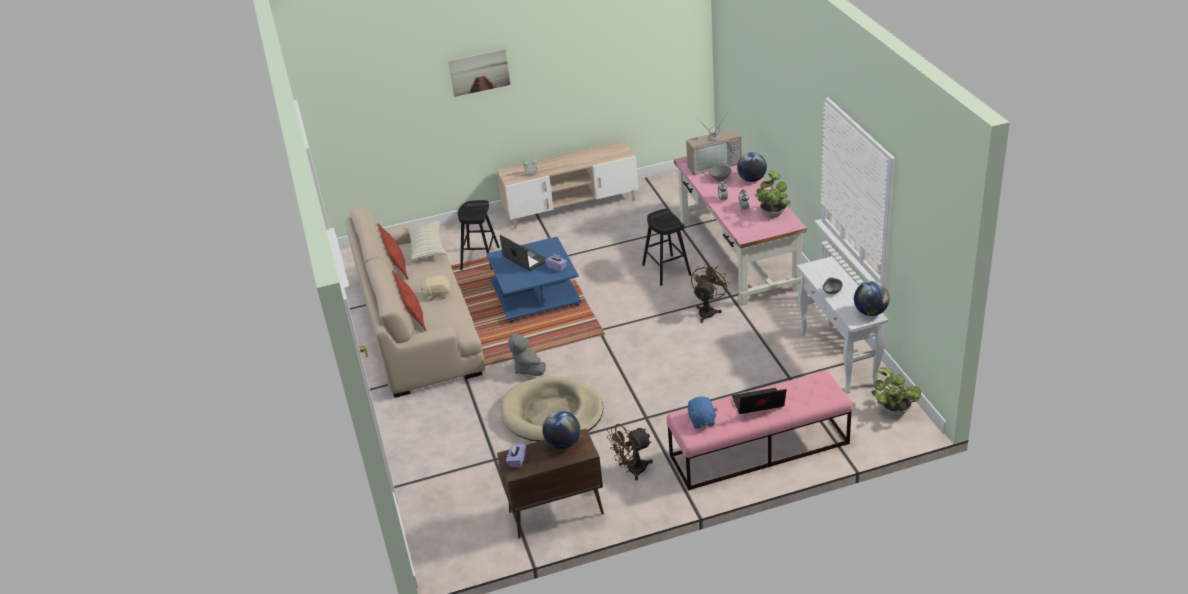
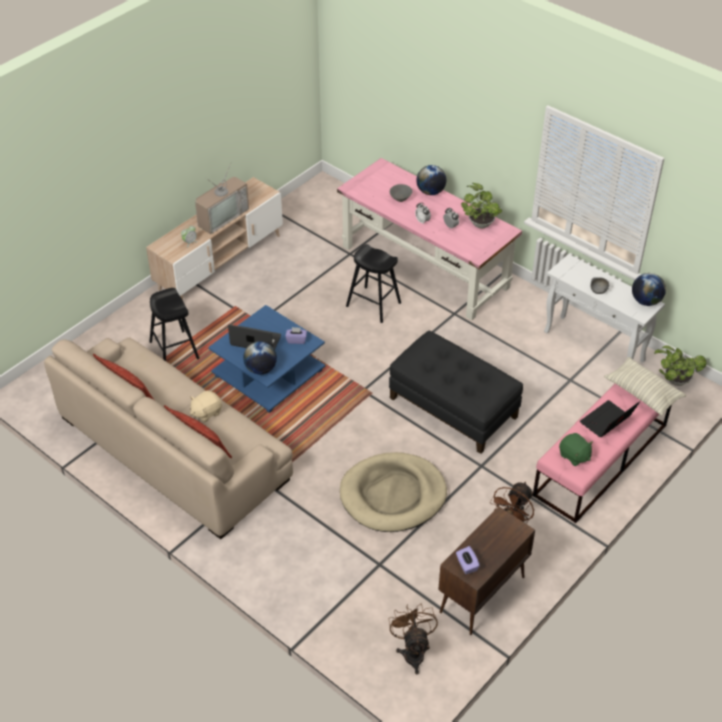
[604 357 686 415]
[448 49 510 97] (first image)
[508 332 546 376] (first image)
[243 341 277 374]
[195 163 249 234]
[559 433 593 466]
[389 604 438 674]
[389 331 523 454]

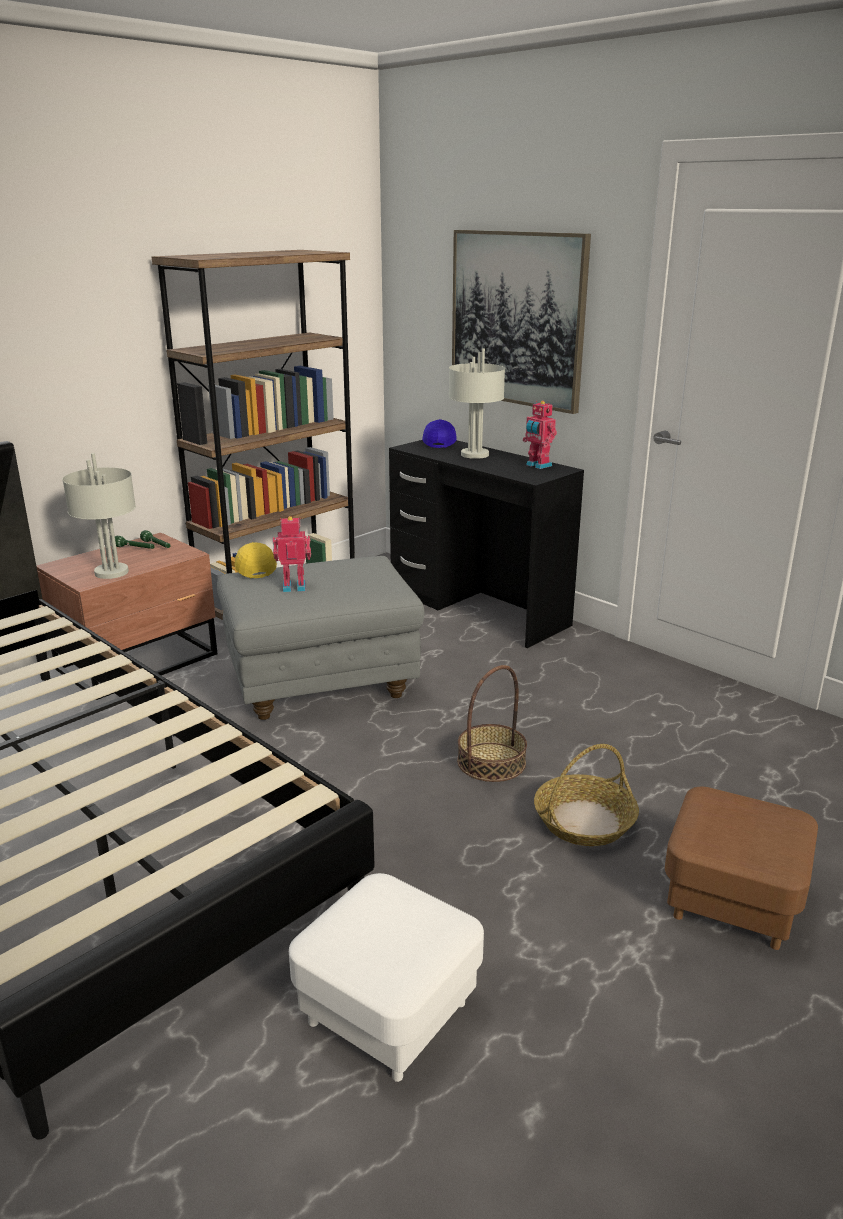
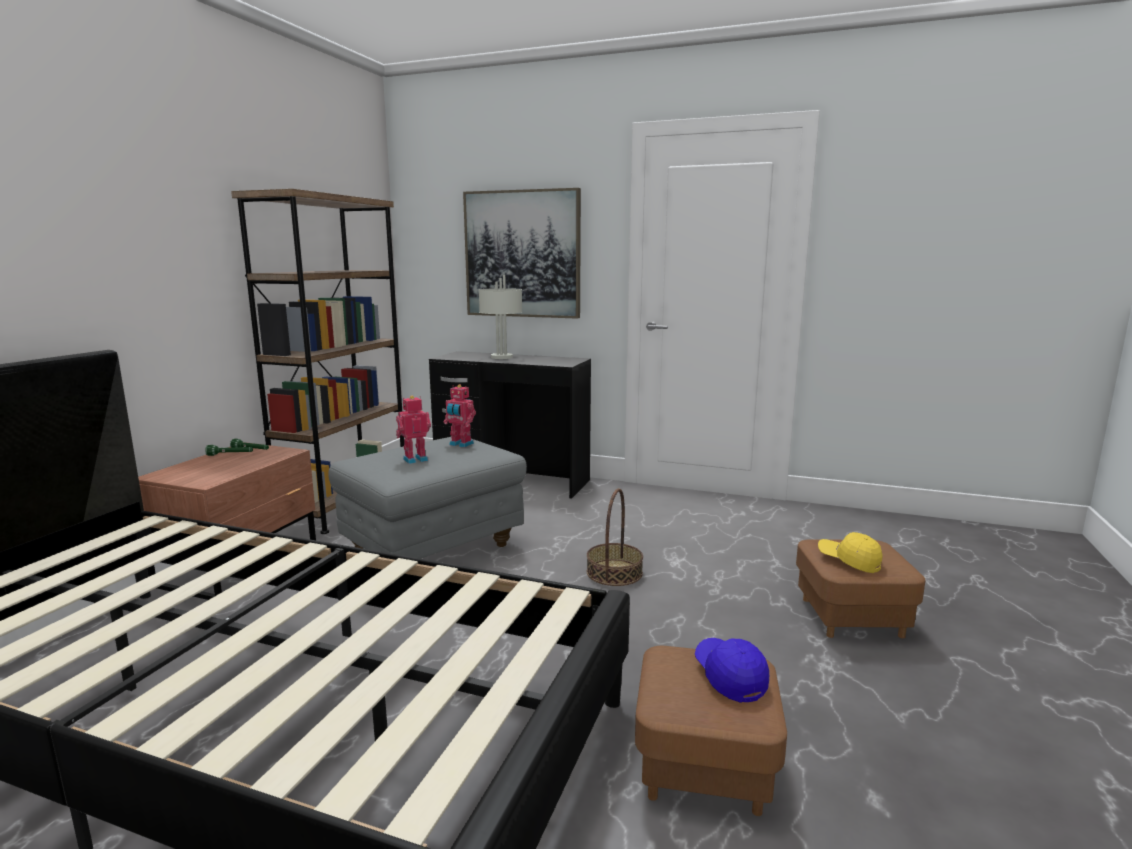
[62 453 136 579] (first image)
[818 532 883 573]
[635 646 787 816]
[695 638 769 703]
[444 385 476 448]
[534 744 639 846] (first image)

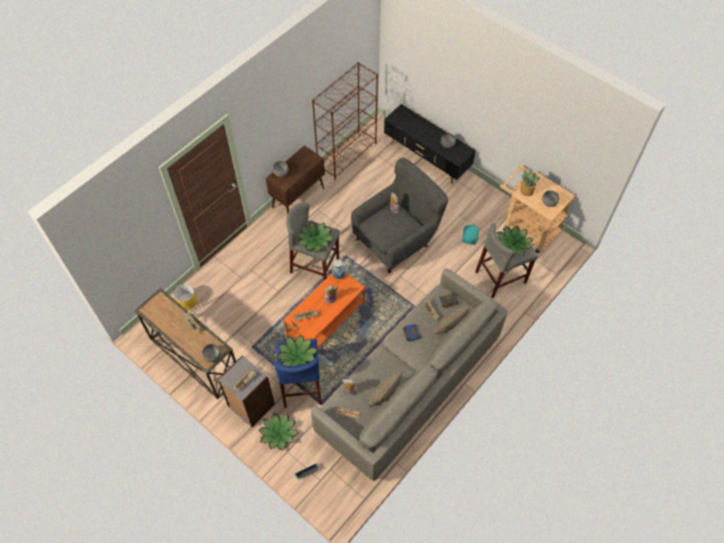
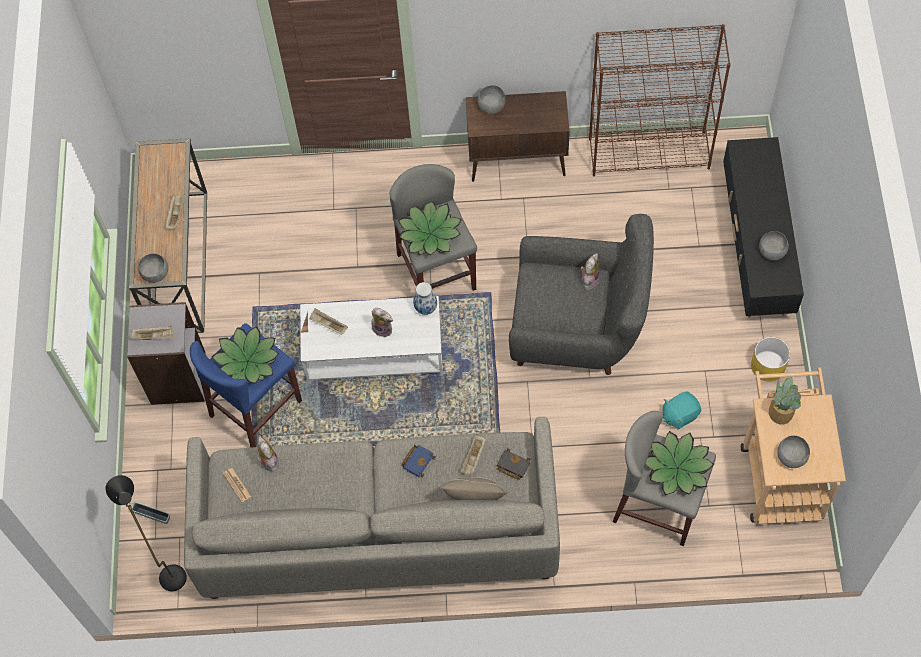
[751 337 790 381]
[259 413 299 451] (first image)
[300 296 443 384]
[369 372 402 407] (first image)
[106 475 187 591]

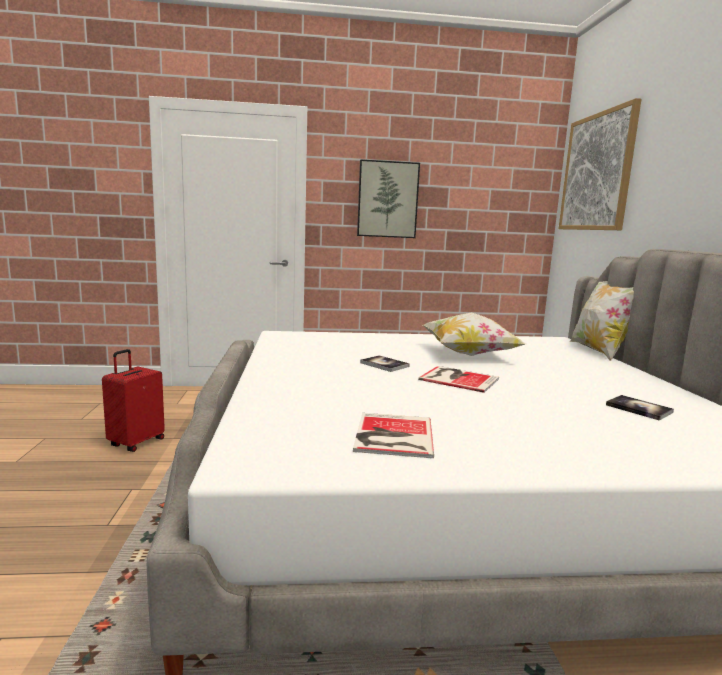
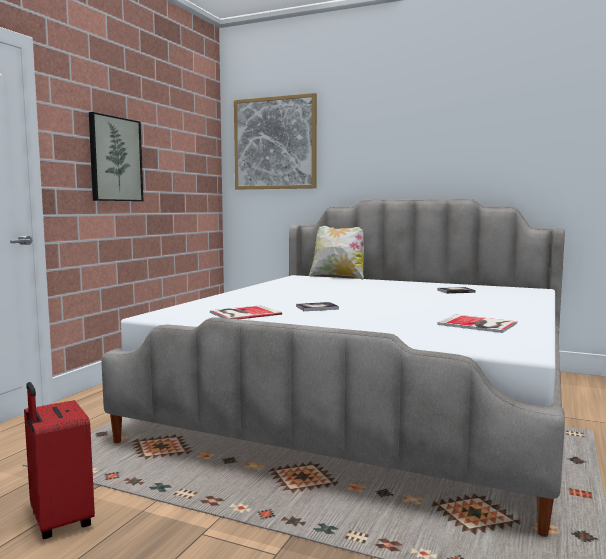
[210 305 282 319]
[423 312 526 356] (first image)

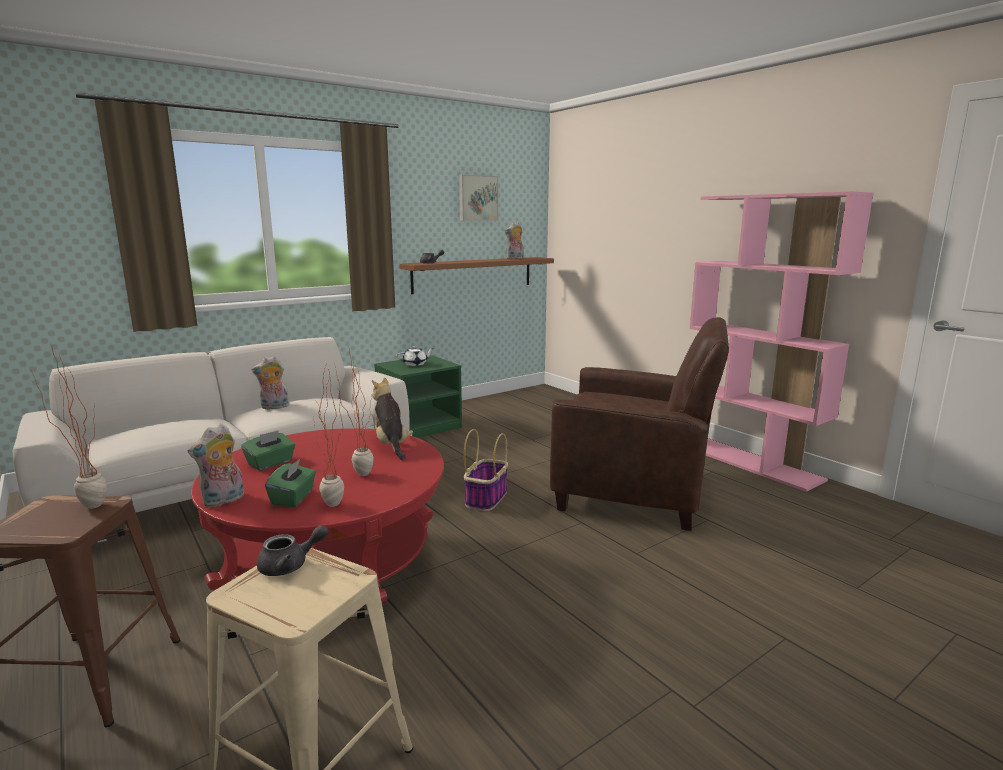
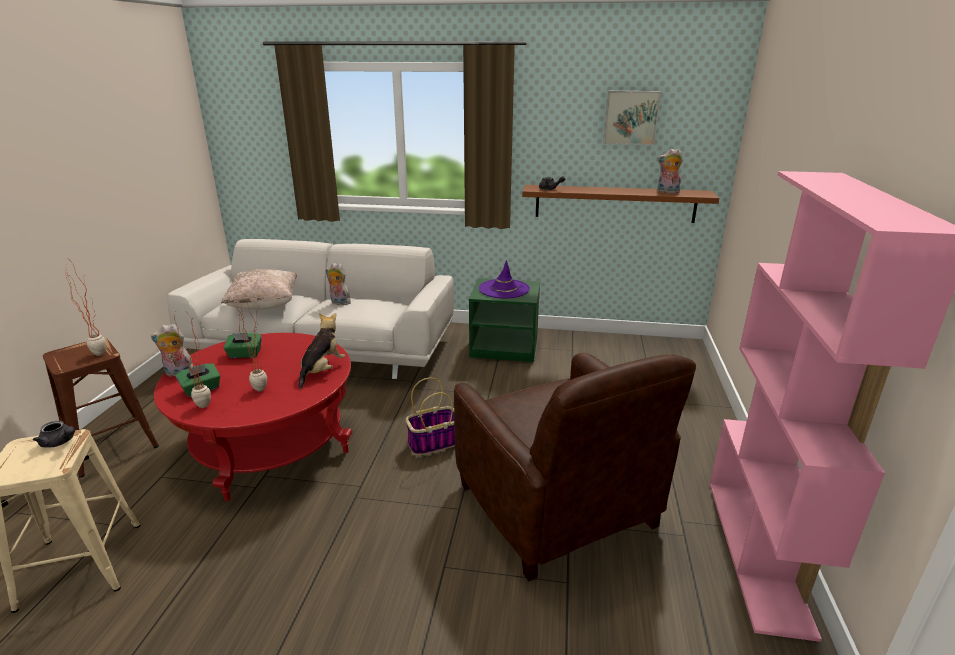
[479 260 530 298]
[221 269 297 309]

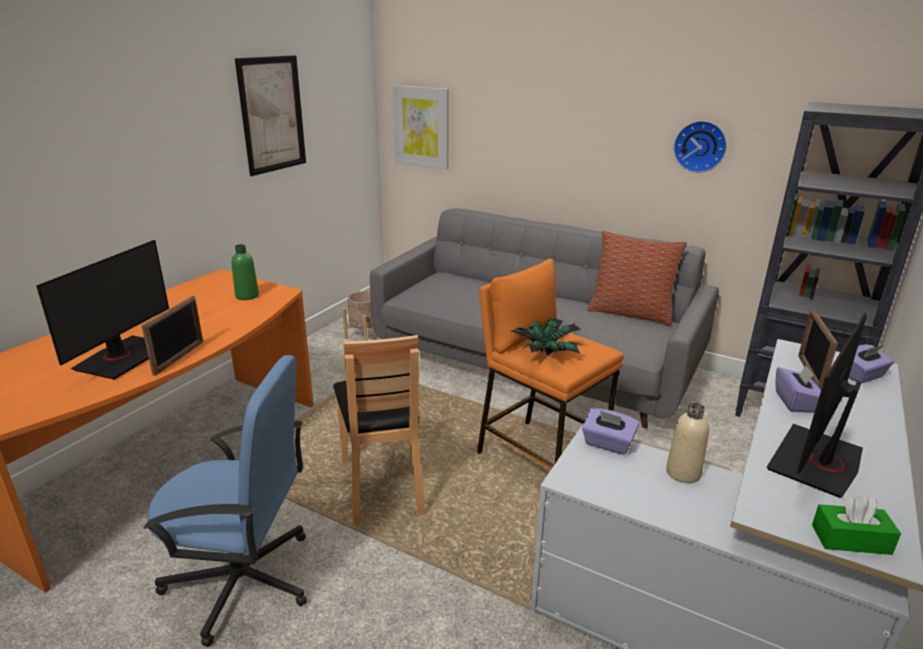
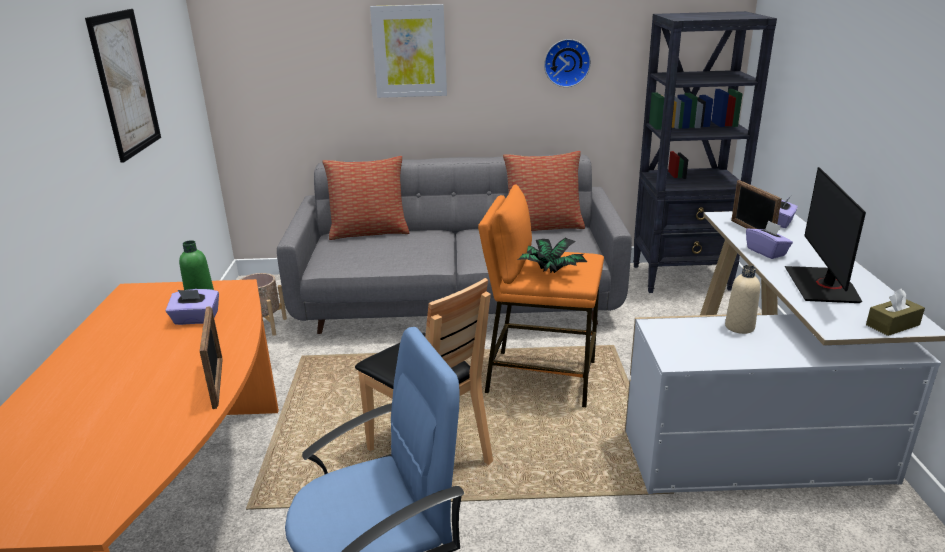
[36 240 169 380] (first image)
[370 4 447 98]
[166 289 219 325]
[866 288 925 336]
[322 156 409 240]

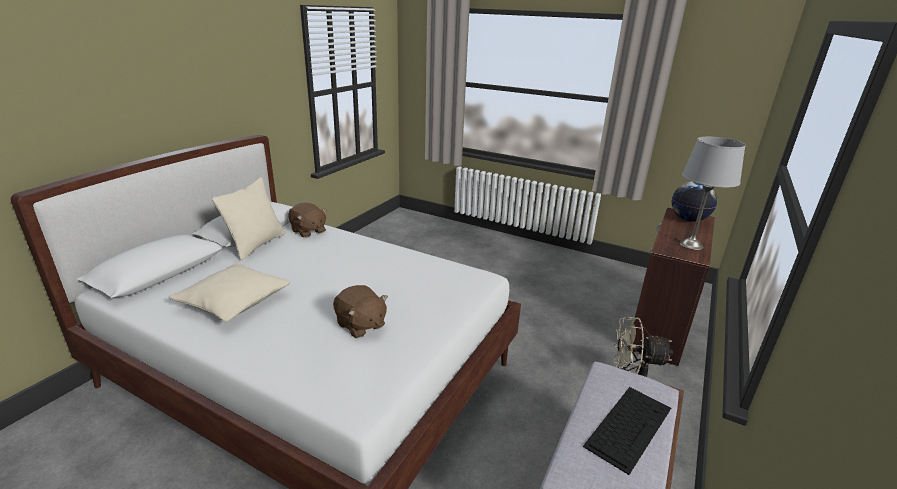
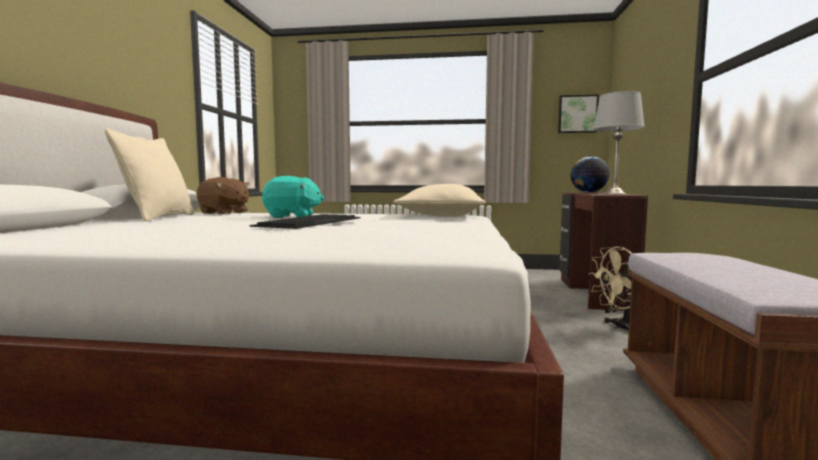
[393 184 486 217]
[333 285 388 338] (first image)
[250 214 360 229]
[262 176 324 218]
[558 95 599 133]

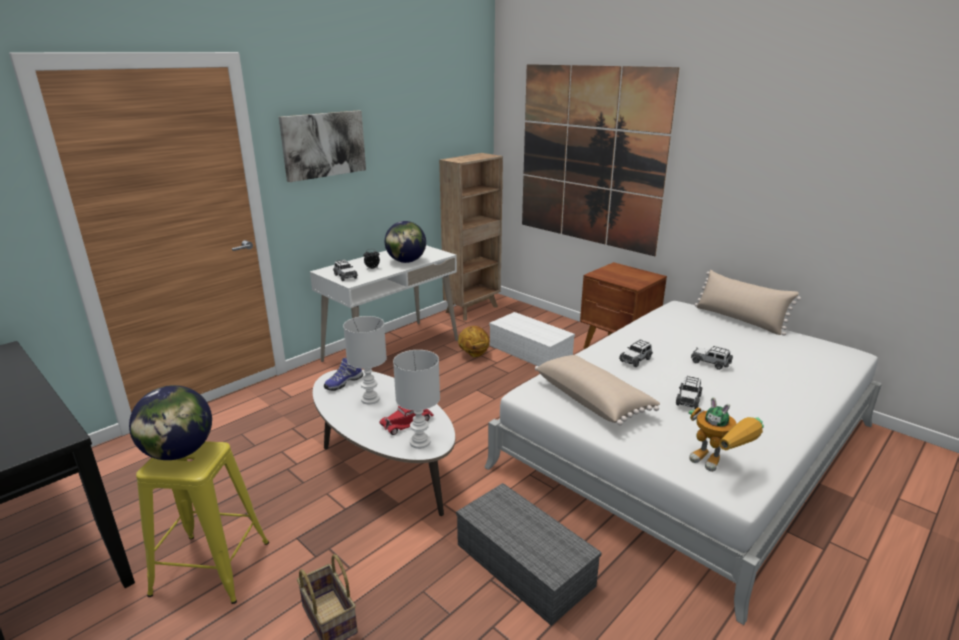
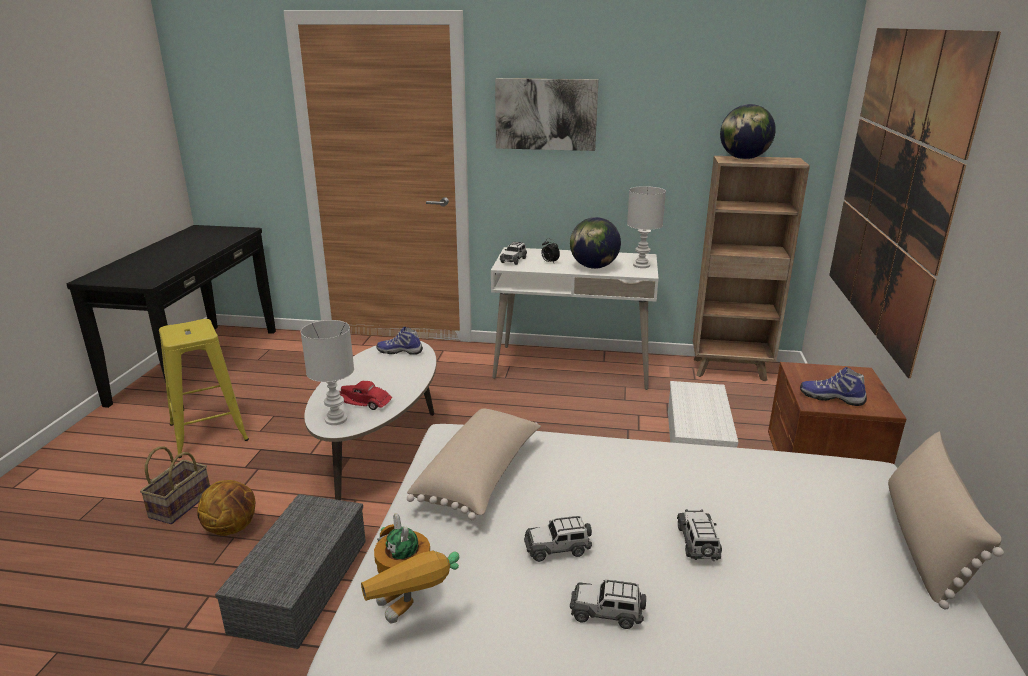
[720 104 776 159]
[627 186 666 268]
[197 480 255 536]
[570 580 646 629]
[361 513 459 623]
[800 367 867 406]

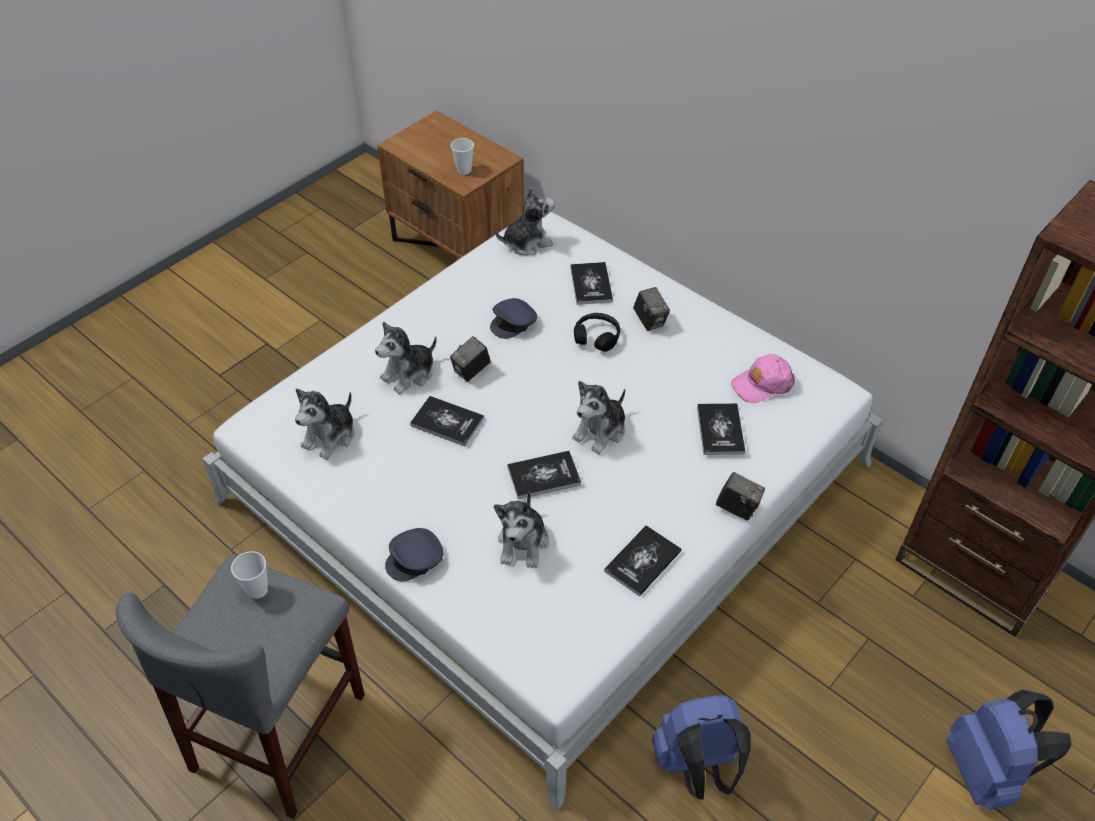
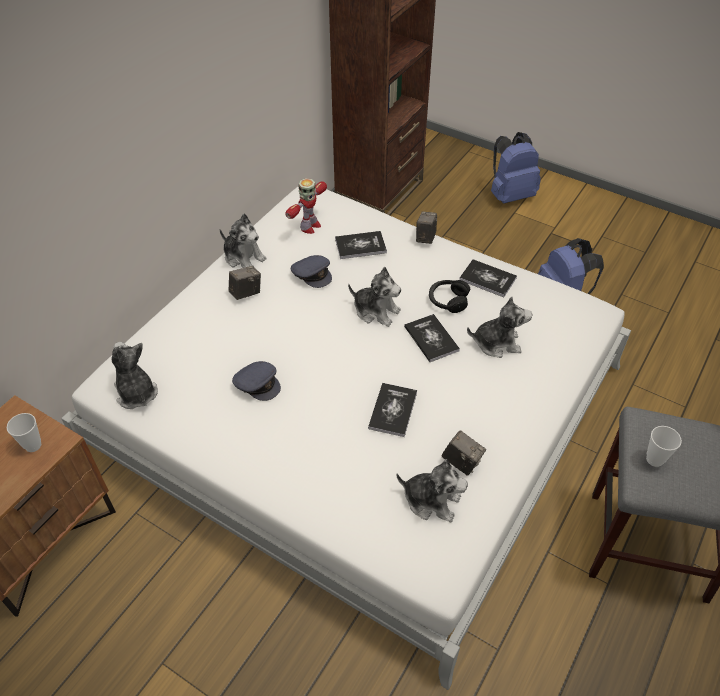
[220 214 267 268]
[291 255 332 288]
[442 430 486 476]
[570 262 613 305] (first image)
[429 280 470 313]
[285 178 327 234]

